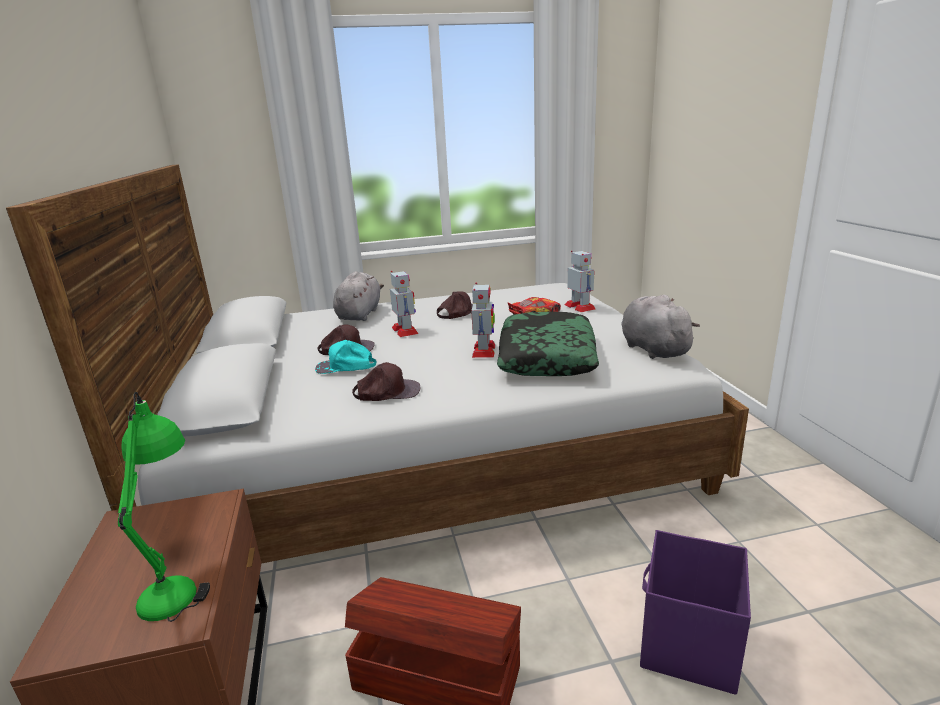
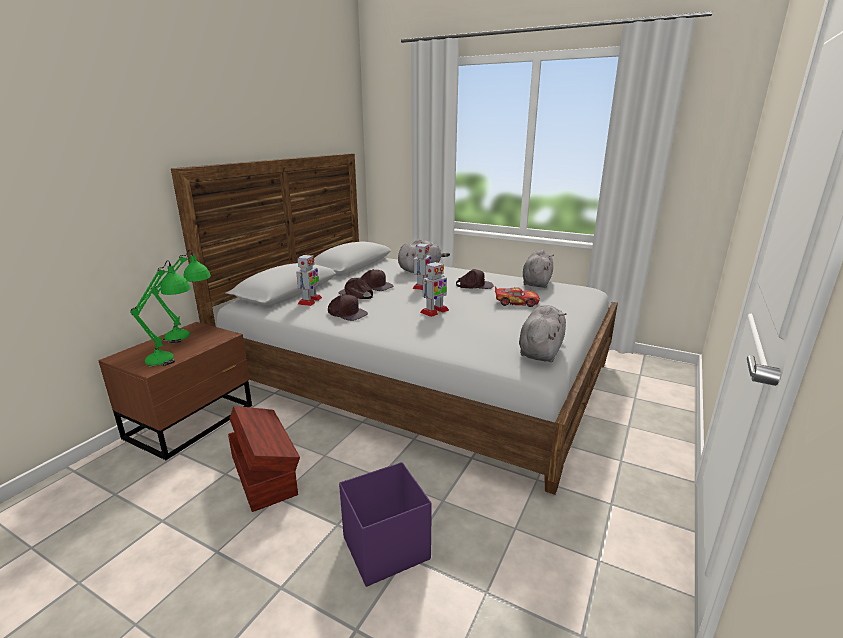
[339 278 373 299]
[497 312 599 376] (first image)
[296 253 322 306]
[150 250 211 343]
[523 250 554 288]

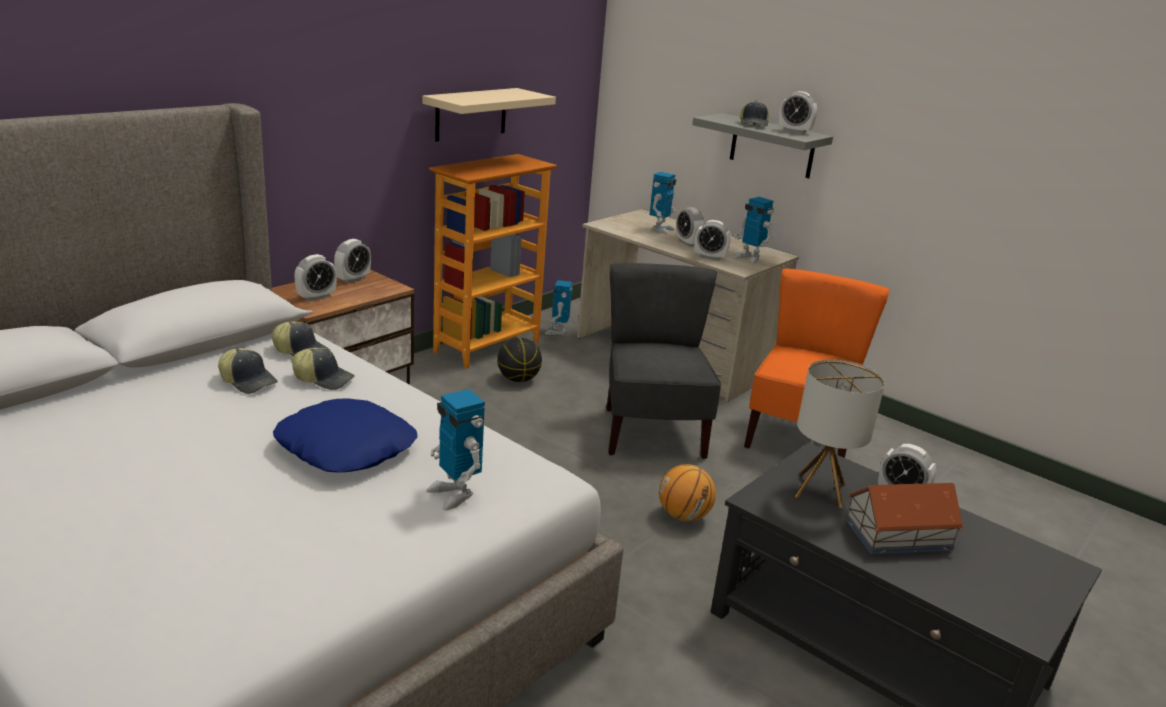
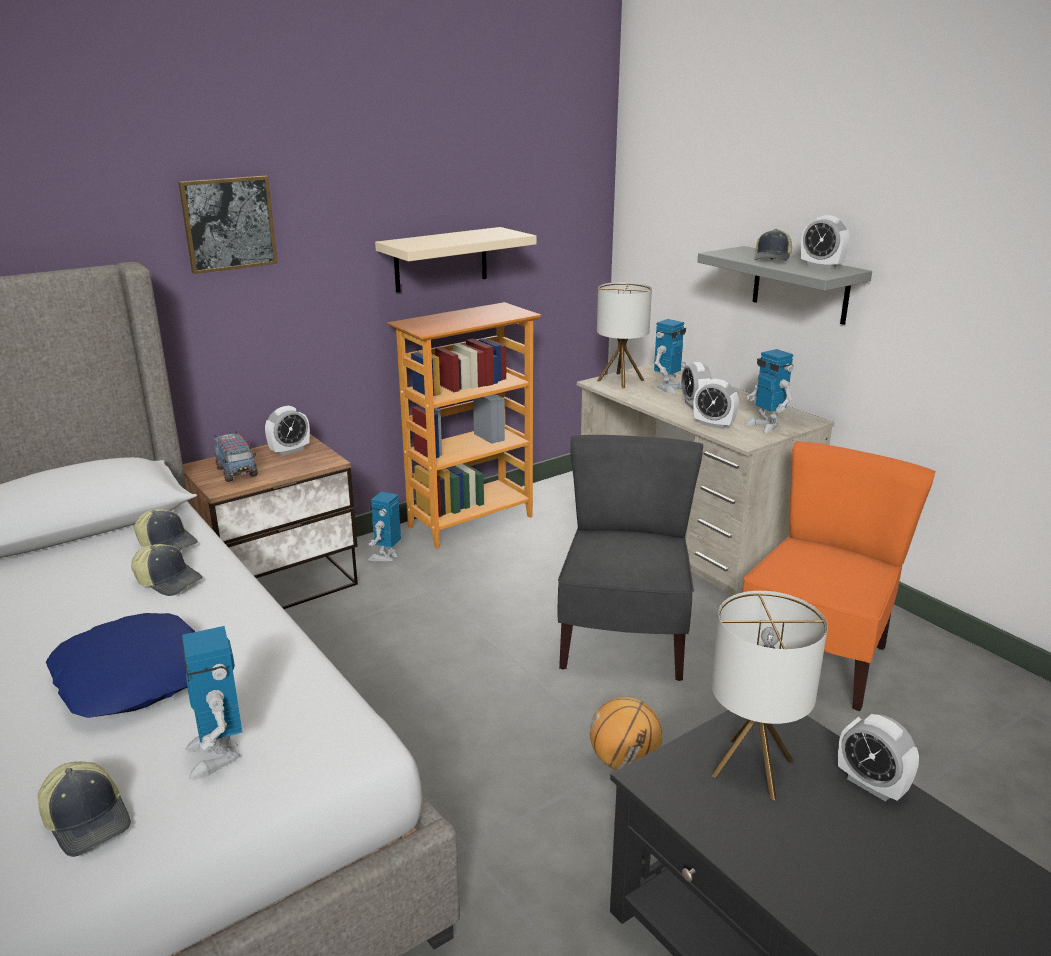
[38 761 131 857]
[214 431 258 482]
[497 338 542 382] (first image)
[368 492 401 561]
[846 483 964 554] (first image)
[178 176 278 274]
[597 282 652 389]

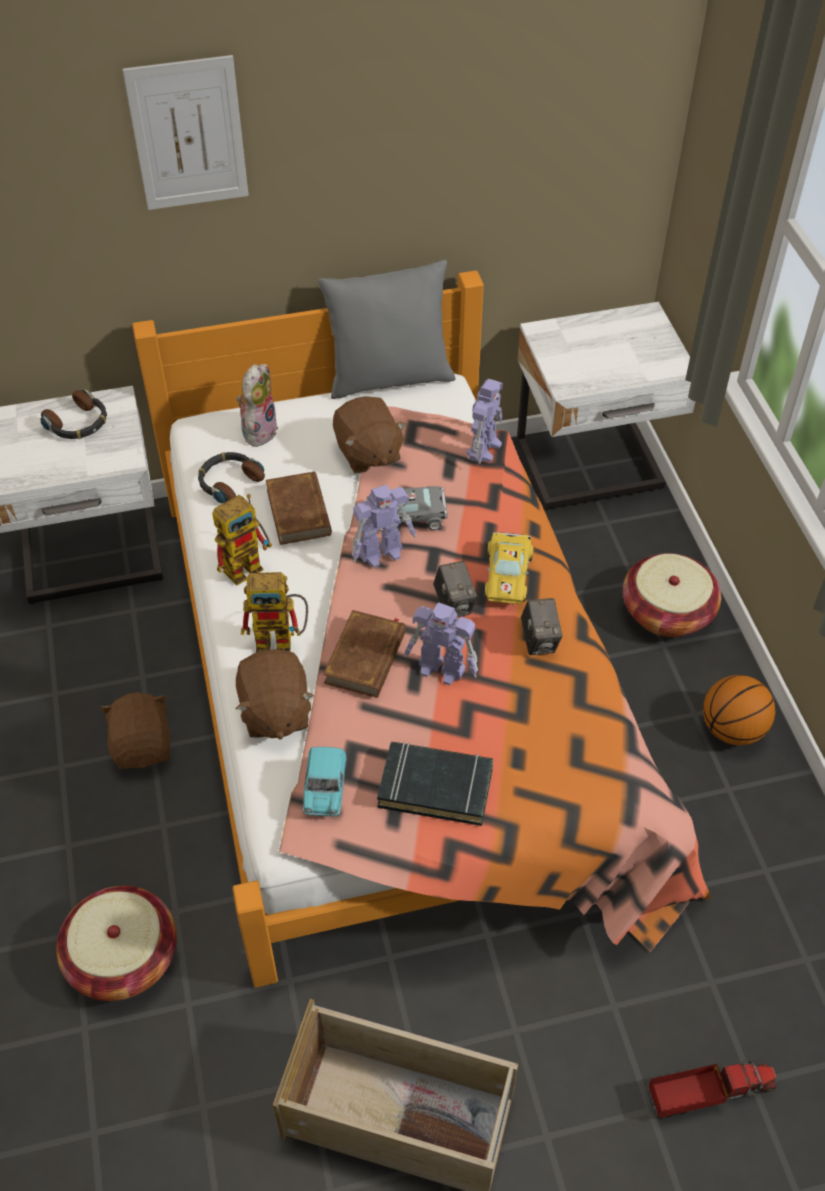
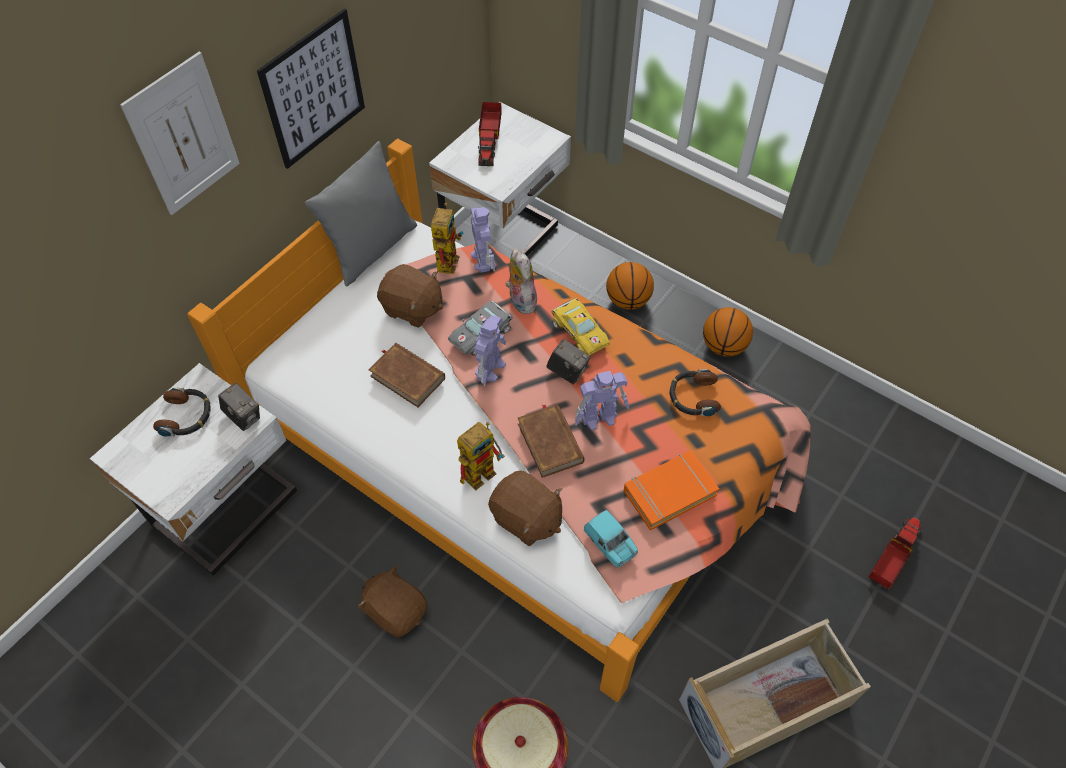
[669 369 721 416]
[431 203 463 274]
[505 248 539 314]
[624 451 719 531]
[218 383 260 431]
[606 262 654 310]
[257 9 365 169]
[478 102 502 166]

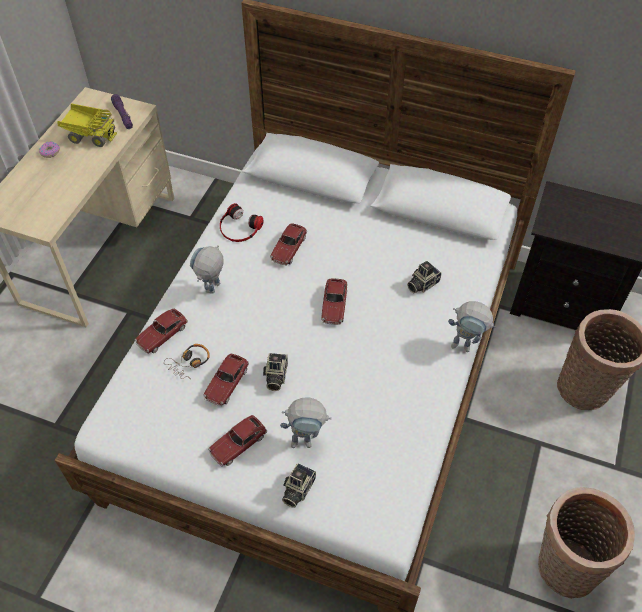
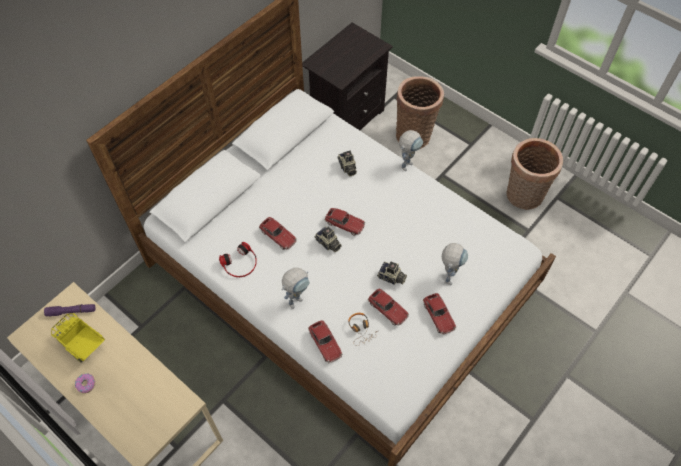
[51 313 105 363]
[281 268 310 309]
[315 226 342 252]

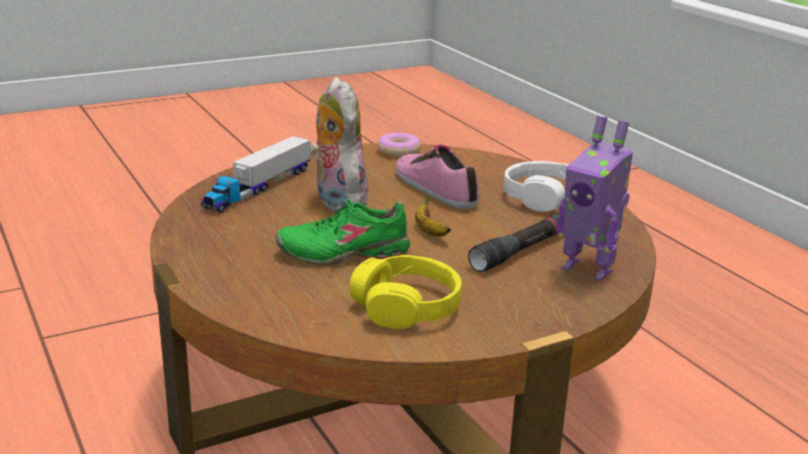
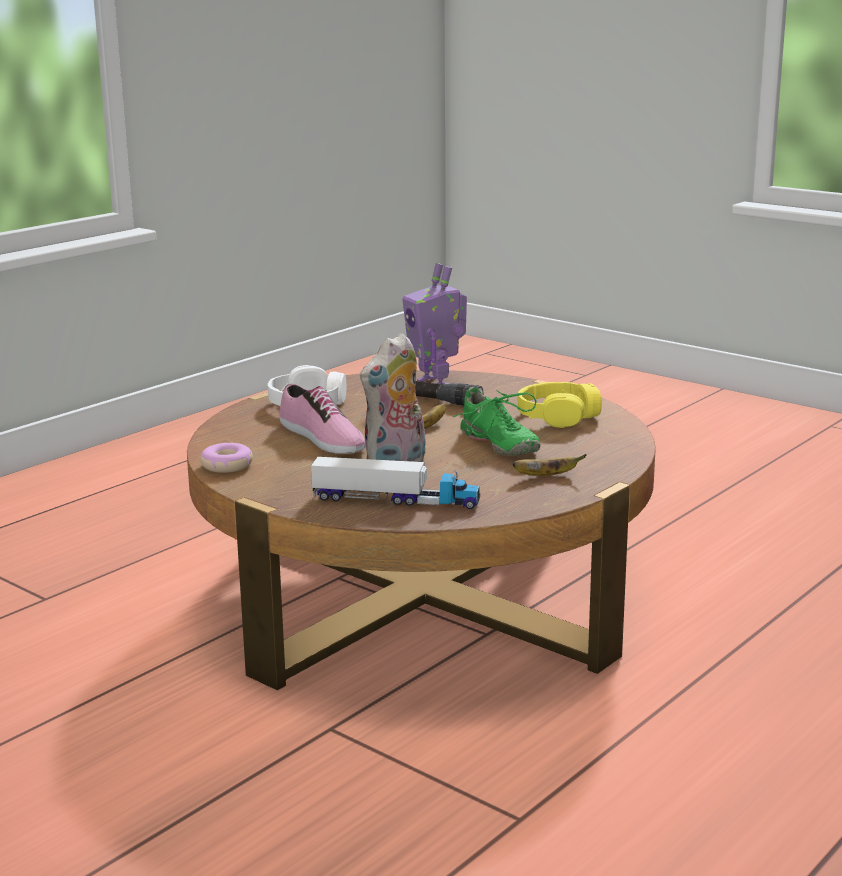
[279 384 365 454]
[402 263 467 384]
[513 454 587 476]

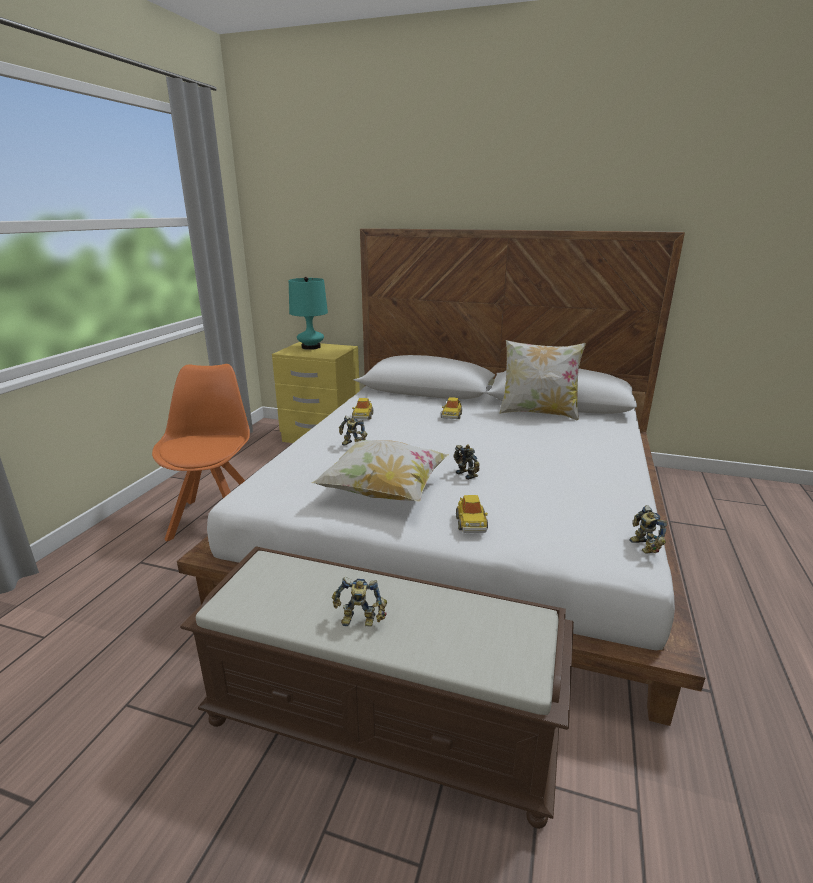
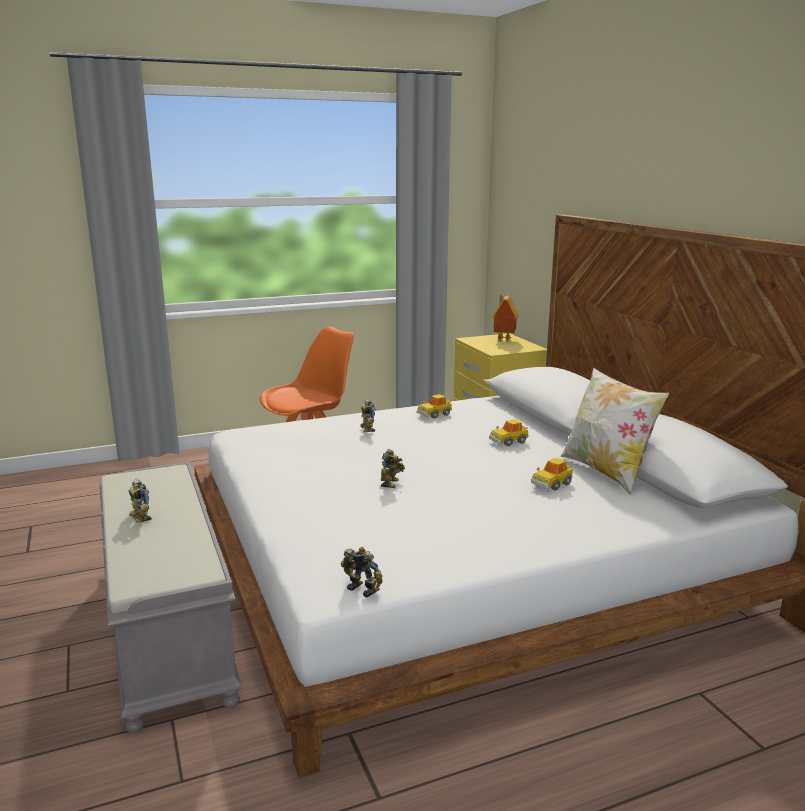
[100 462 243 734]
[493 295 519 342]
[312 440 449 502] (first image)
[531 458 573 491]
[341 547 383 598]

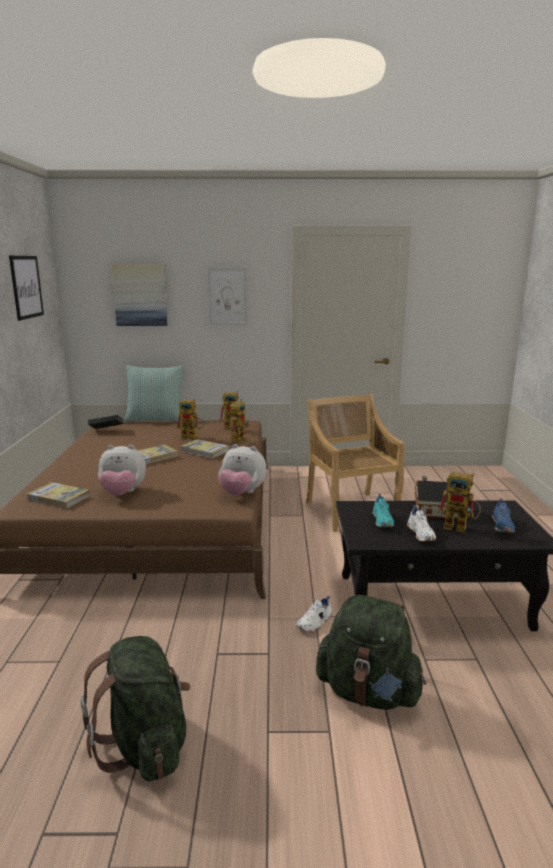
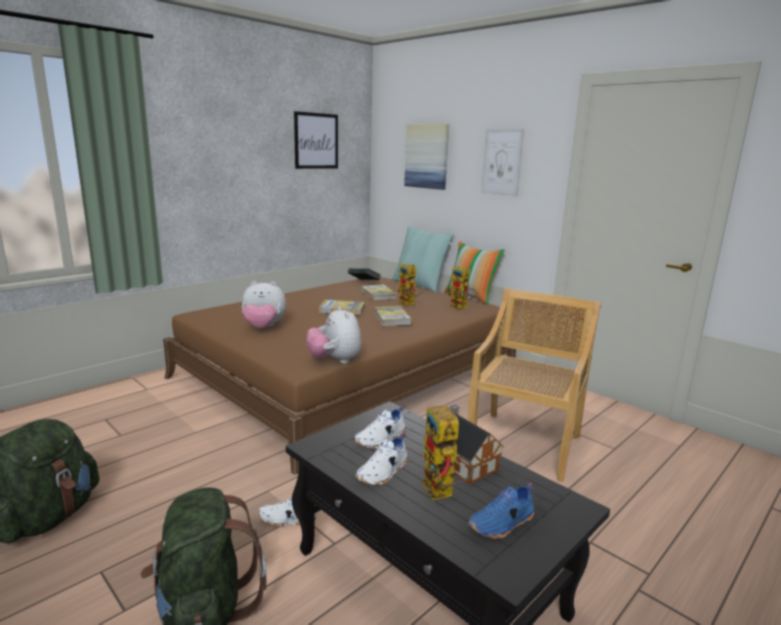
[361 284 397 301]
[242 281 286 328]
[230 399 250 443] (first image)
[354 406 406 449]
[444 241 505 305]

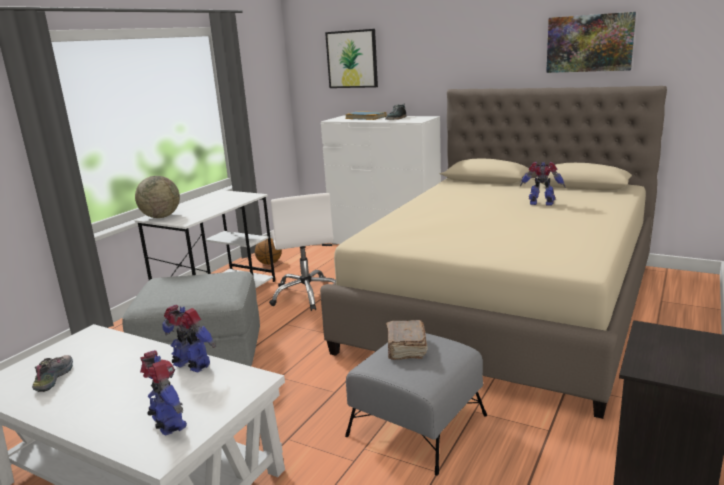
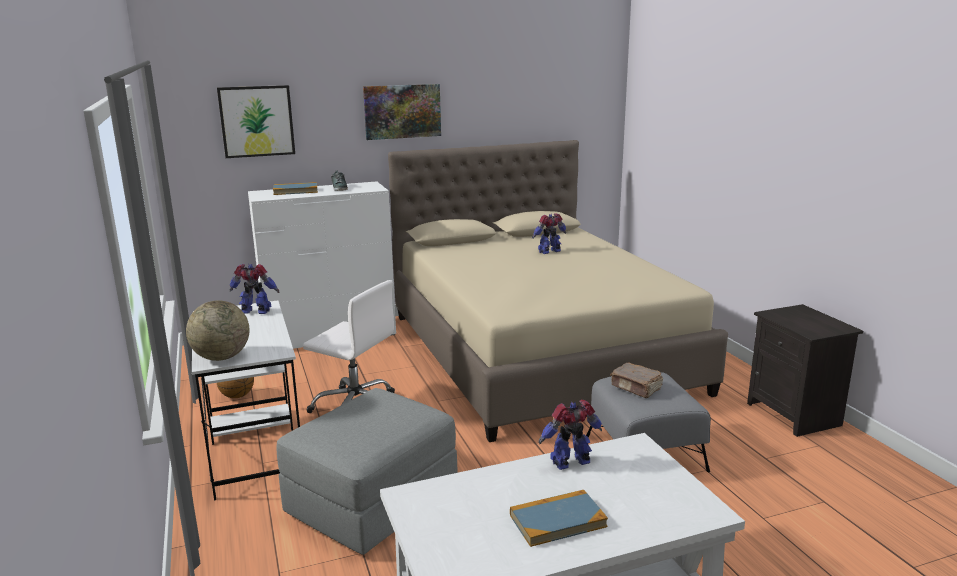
[32 355 73 392] (first image)
[229 264 279 314]
[363 84 441 140]
[510 490 608 547]

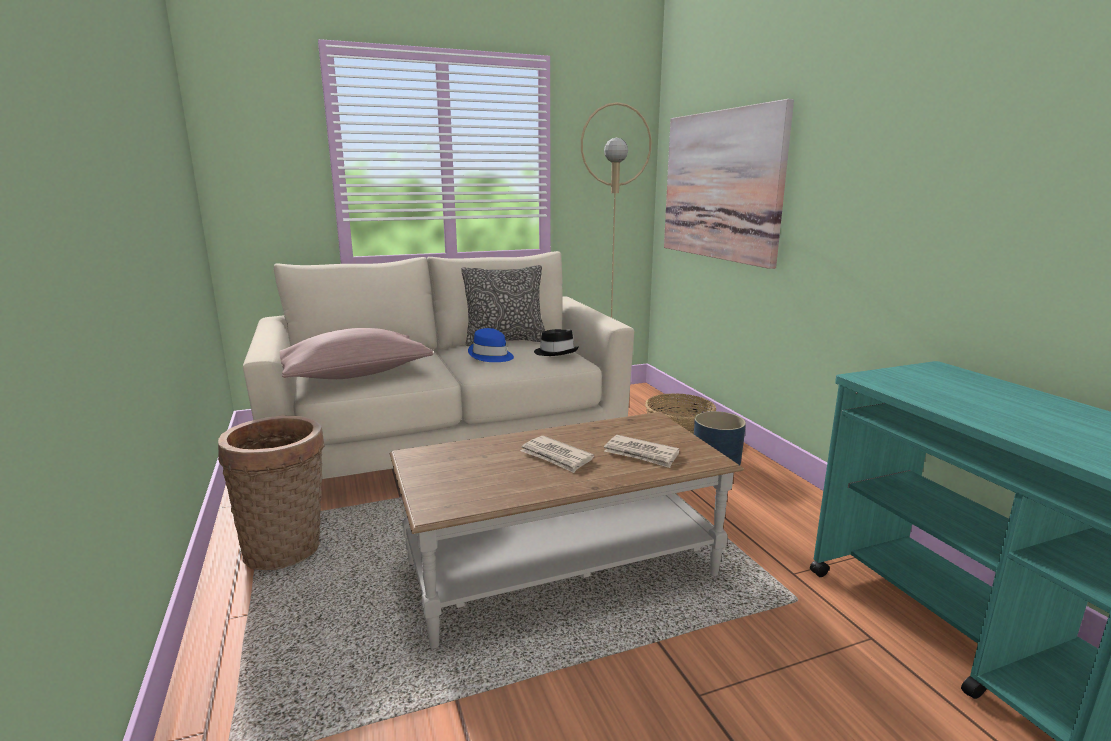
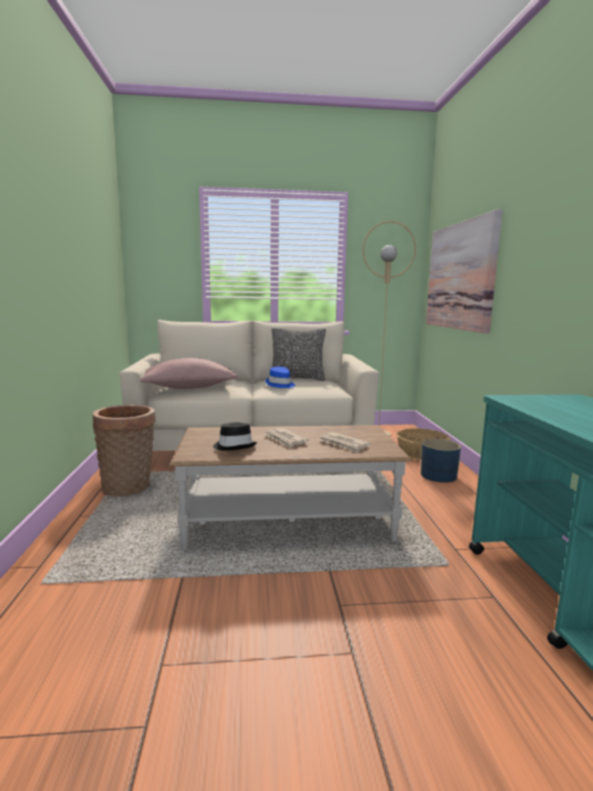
[213 423 257 450]

